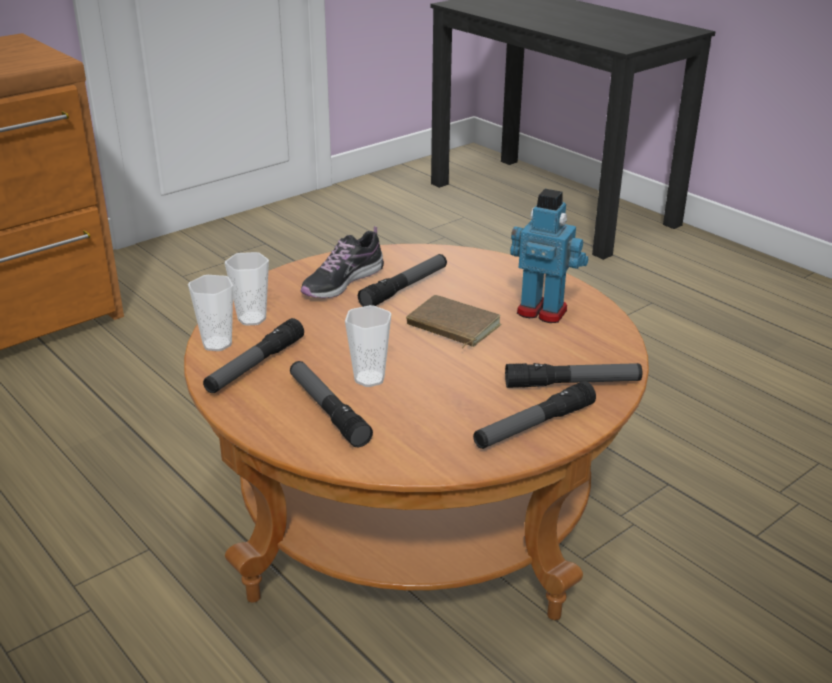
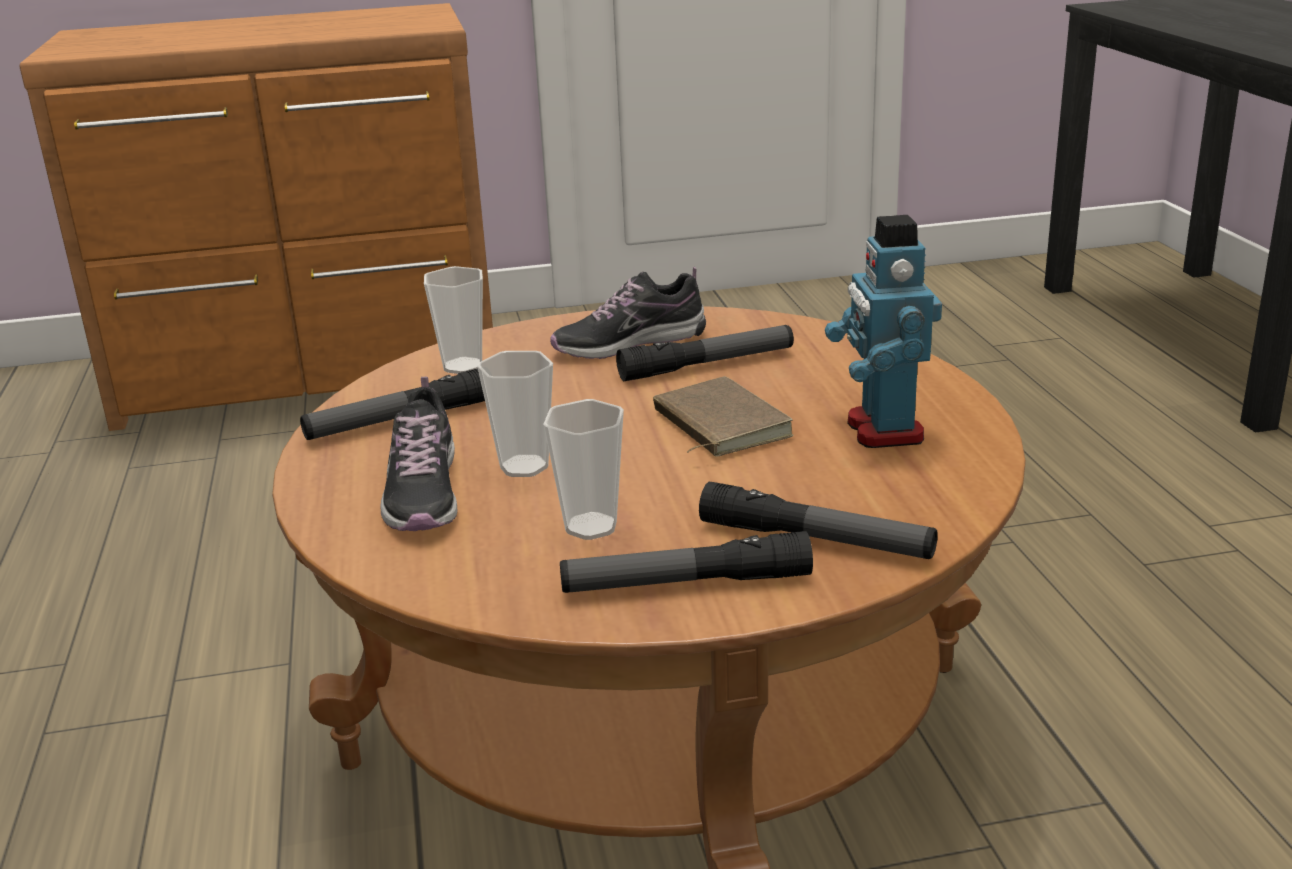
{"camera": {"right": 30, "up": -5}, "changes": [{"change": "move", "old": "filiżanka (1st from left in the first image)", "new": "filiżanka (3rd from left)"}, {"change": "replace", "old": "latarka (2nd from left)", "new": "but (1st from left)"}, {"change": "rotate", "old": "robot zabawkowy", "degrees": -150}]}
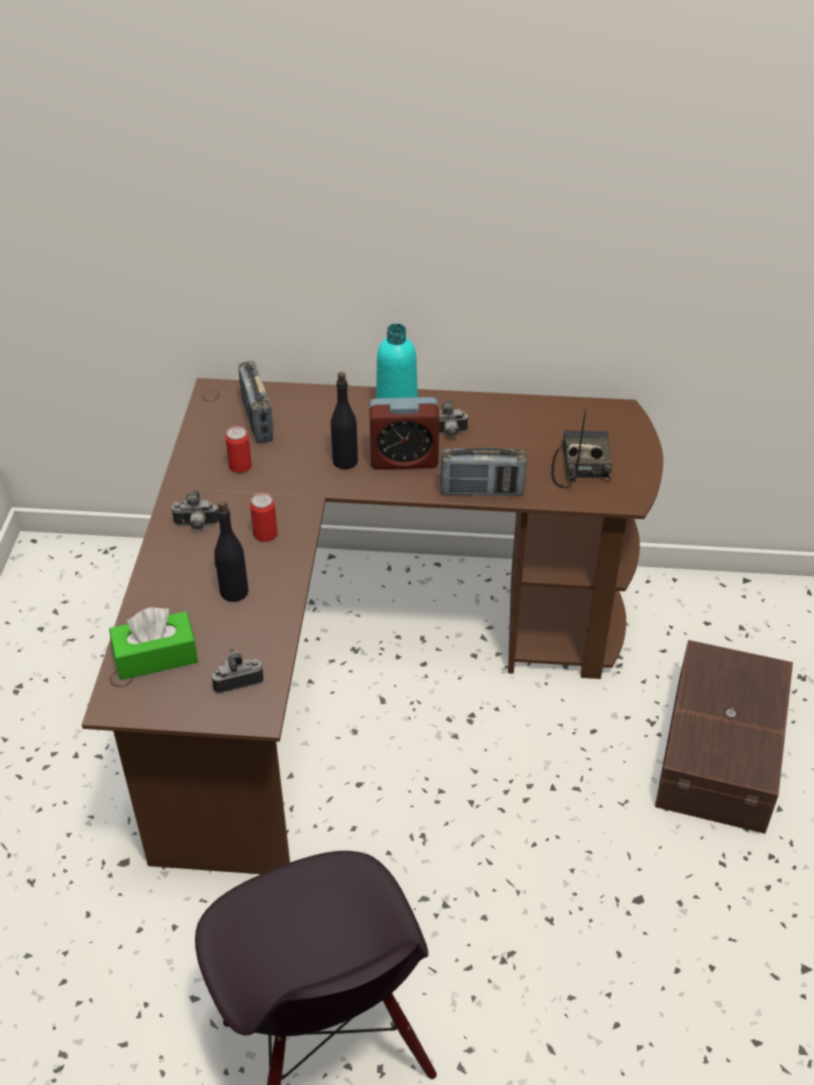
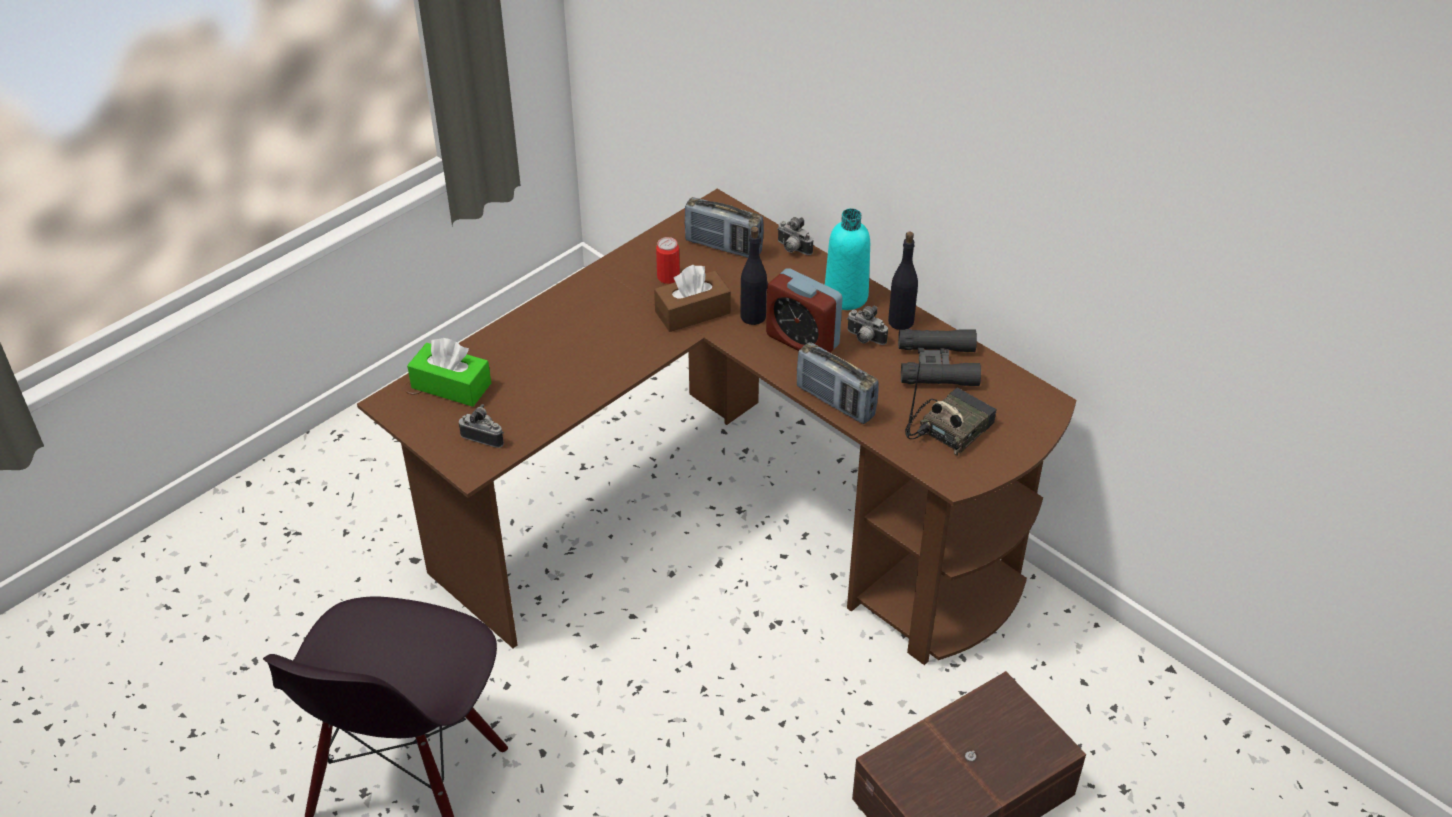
{"camera": {"right": 40, "up": 0}, "changes": [{"change": "move", "old": "aparat fotograficzny (1st from left in the first image)", "new": "aparat fotograficzny (2nd from left)"}, {"change": "move", "old": "butelka/czarny (1st from left in the first image)", "new": "butelka/czarny (2nd from left)"}, {"change": "rotate", "old": "radio (1st from left)", "degrees": -90}, {"change": "delete", "old": "puszka (2nd from left)"}, {"change": "insert", "new": "pudełko chusteczek/brązowy"}, {"change": "insert", "new": "lornetka/czarny"}]}
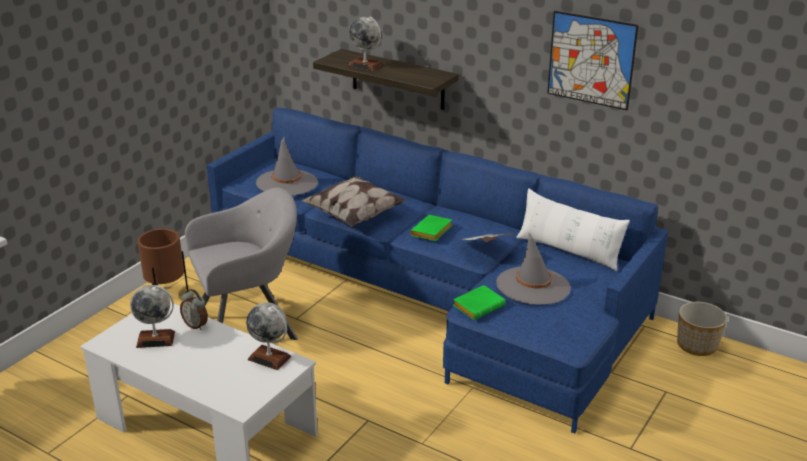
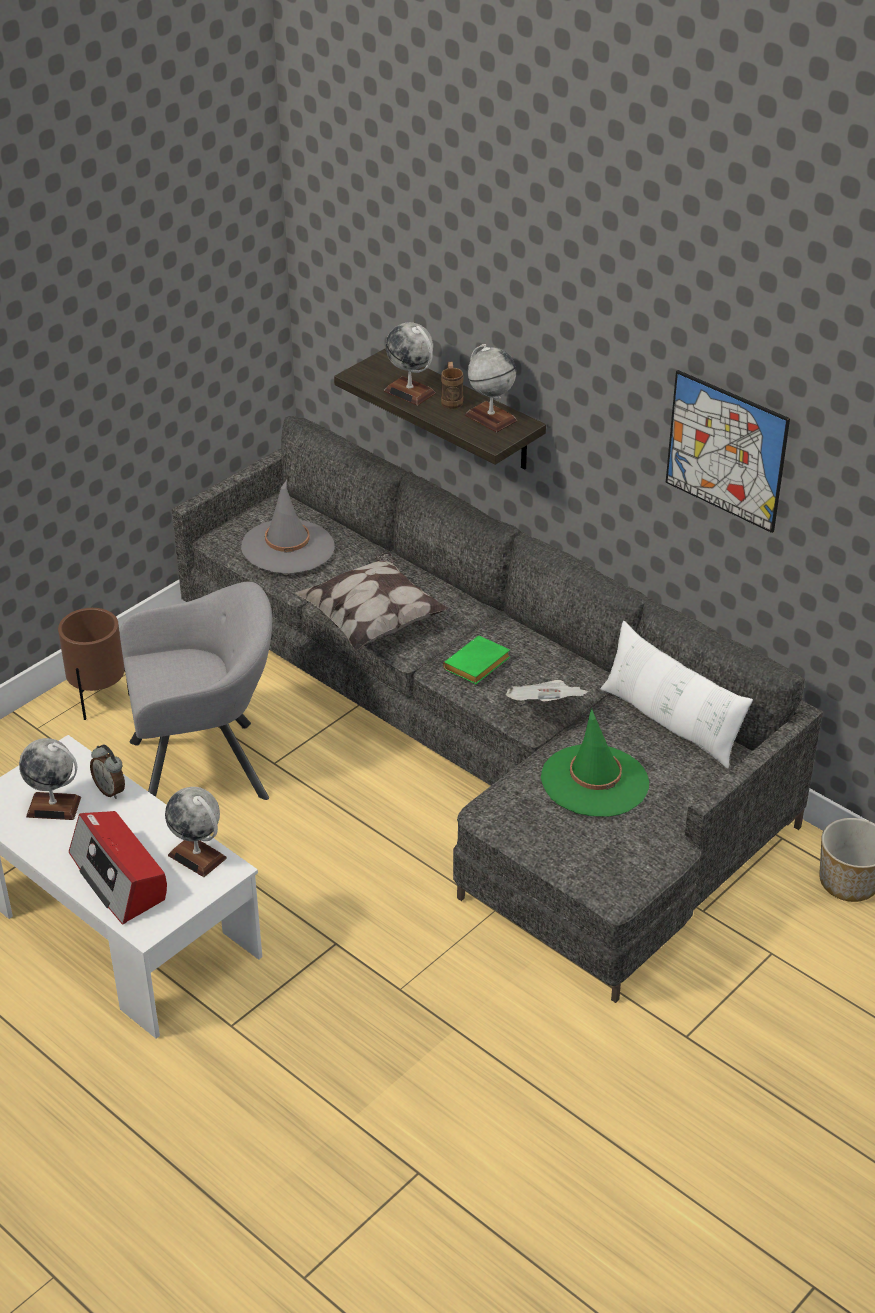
{"camera": {"right": 10, "up": 10}, "changes": [{"change": "recolor", "old": "kanapa/niebieski", "new": "kanapa/szary"}, {"change": "delete", "old": "książka/zielony (2nd from left)"}, {"change": "recolor", "old": "kapelusz/szary (2nd from left)", "new": "kapelusz/zielony"}, {"change": "insert", "new": "radio"}, {"change": "insert", "new": "kubek/brązowy"}, {"change": "insert", "new": "globus (4th from left)"}]}
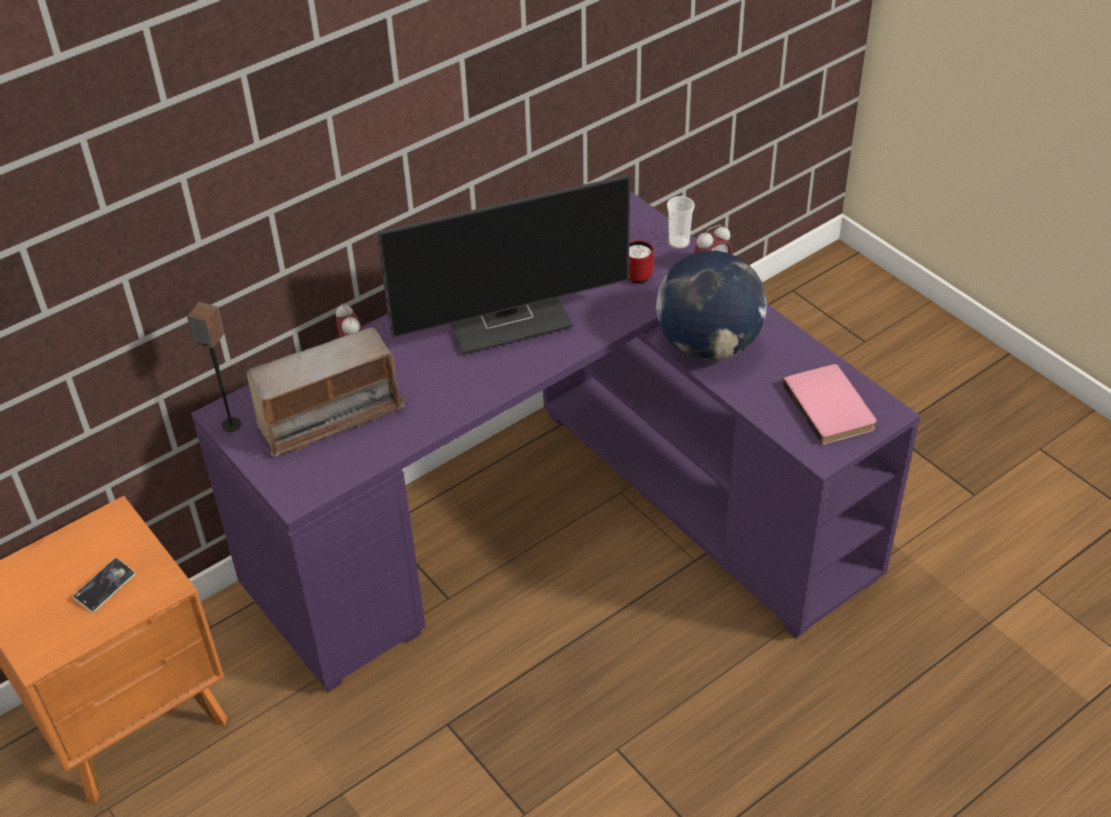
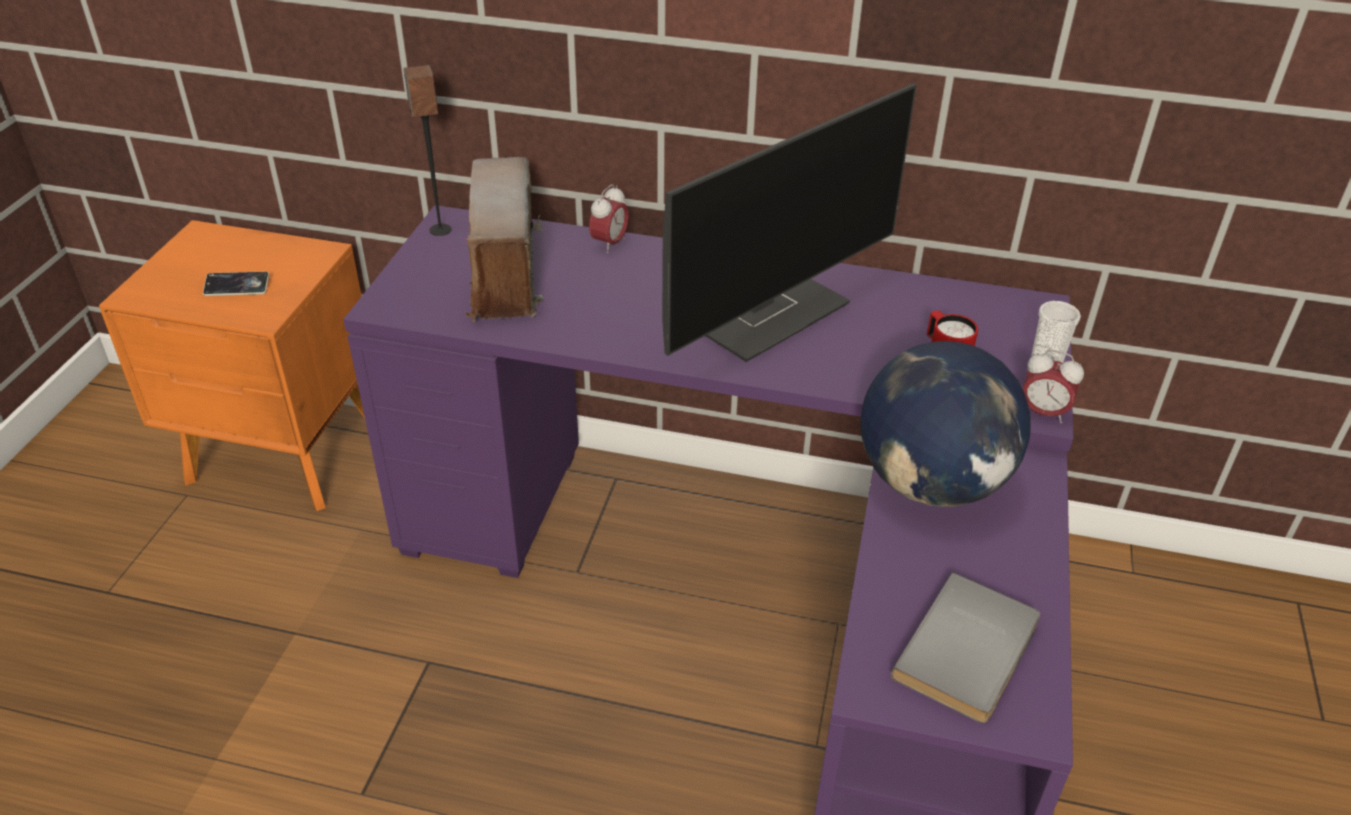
{"camera": {"right": 50, "up": -5}, "changes": [{"change": "rotate", "old": "radio", "degrees": 60}, {"change": "rotate", "old": "monitor", "degrees": -75}, {"change": "recolor", "old": "książka/różowy", "new": "książka/szary"}]}
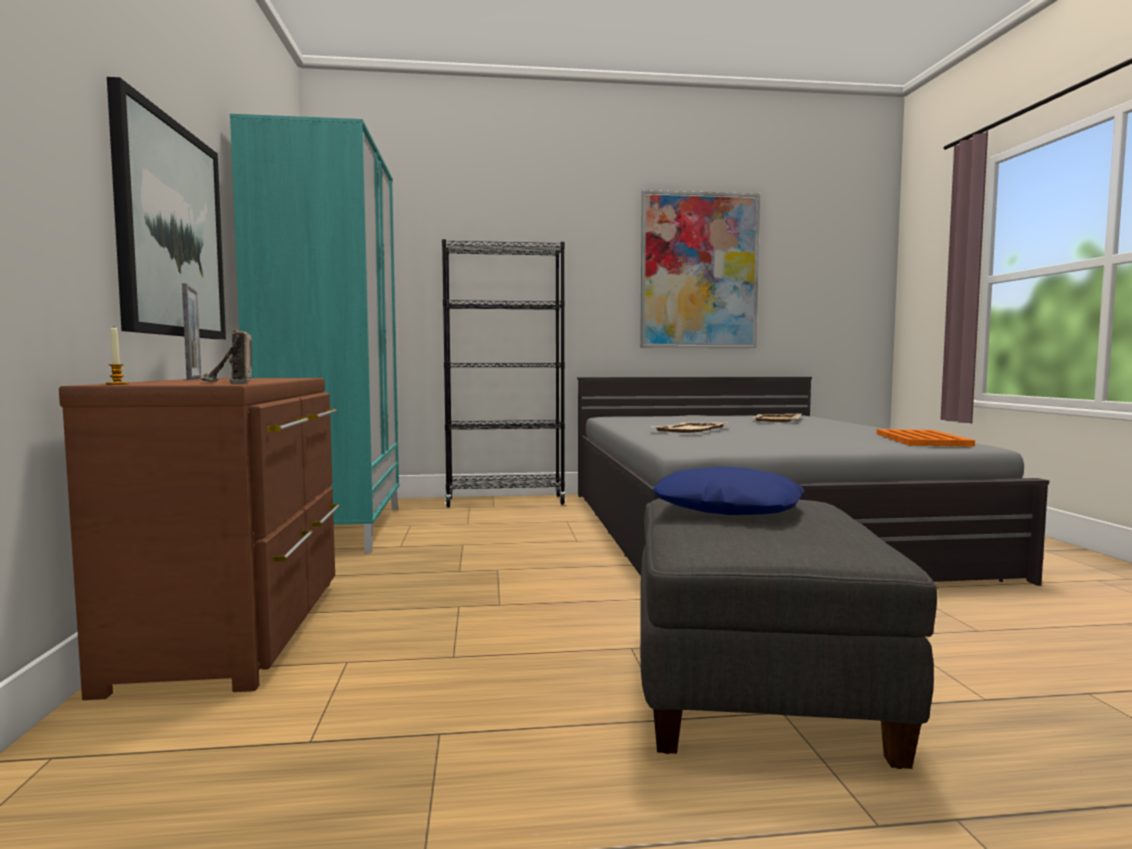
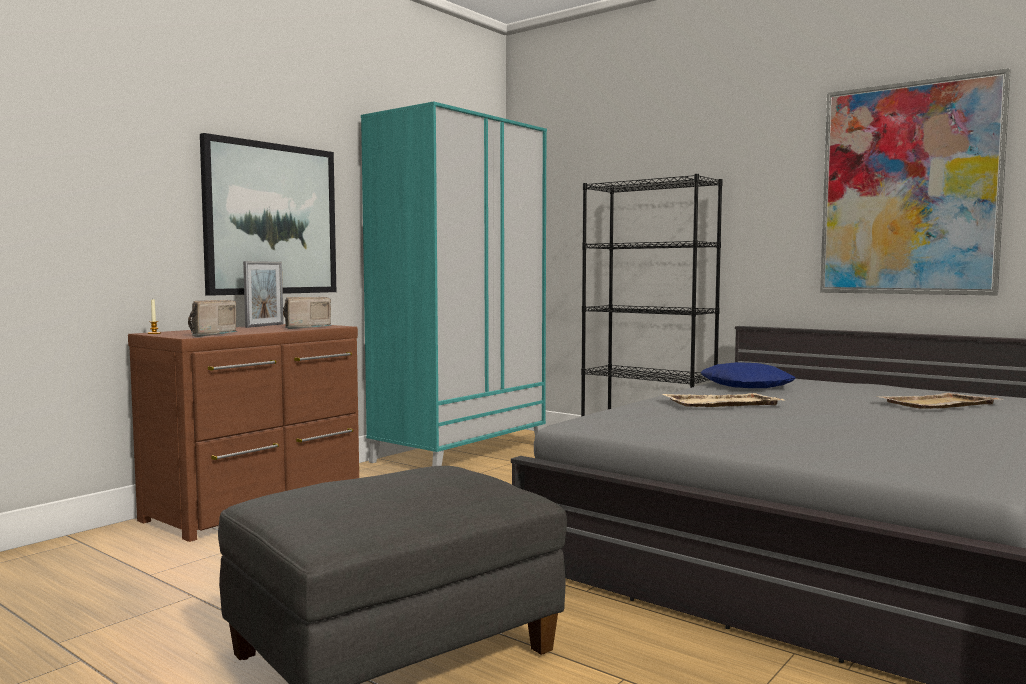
{"camera": {"right": 45, "up": 0}, "changes": [{"change": "move", "old": "poduszka/niebieski"}, {"change": "delete", "old": "taca/pomarańczowy"}, {"change": "insert", "new": "radio (2nd from left)"}]}
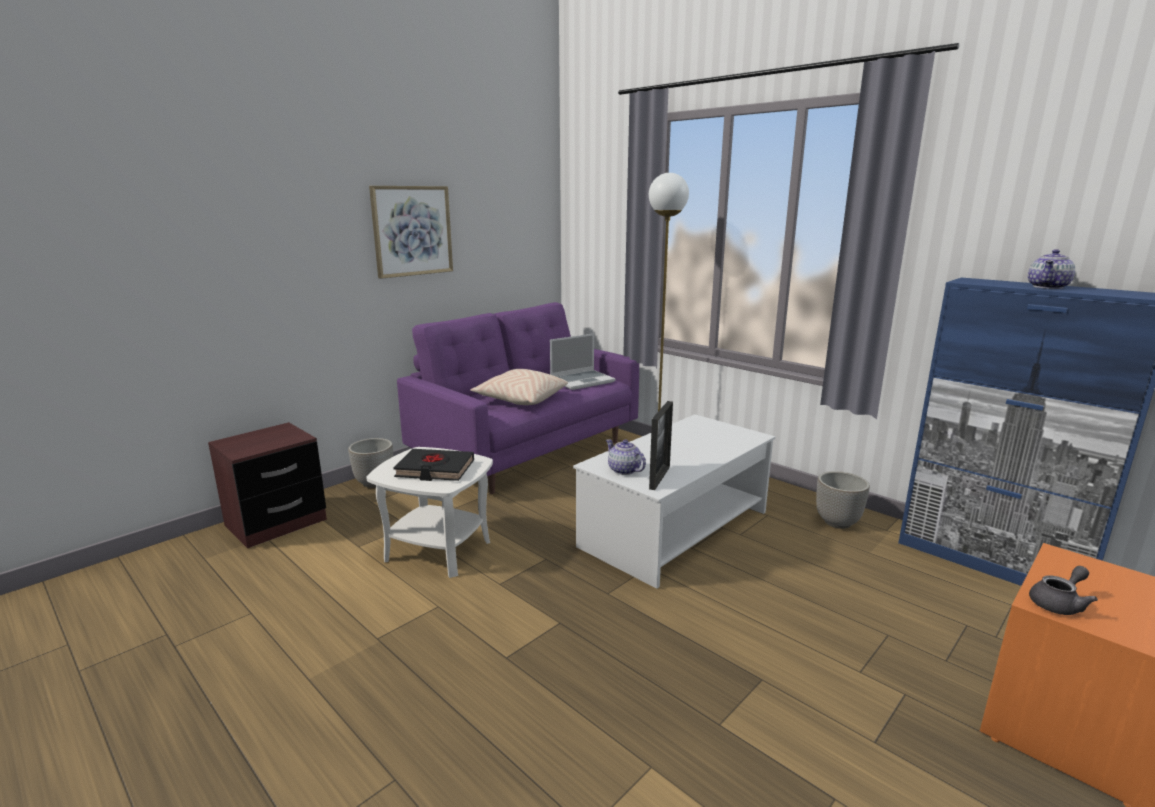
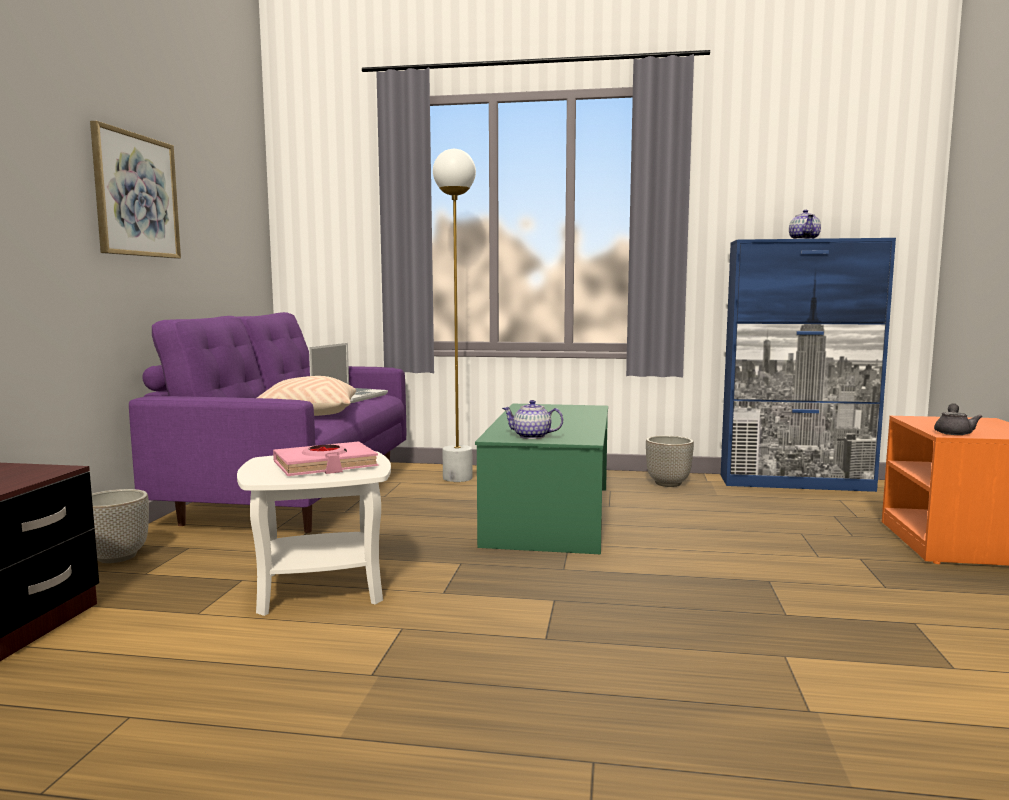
{"camera": {"right": -35, "up": -10}, "changes": [{"change": "recolor", "old": "książka/czarny", "new": "książka/różowy"}, {"change": "recolor", "old": "ława/biały", "new": "ława/zielony"}, {"change": "delete", "old": "ramka na zdjęcie"}]}
